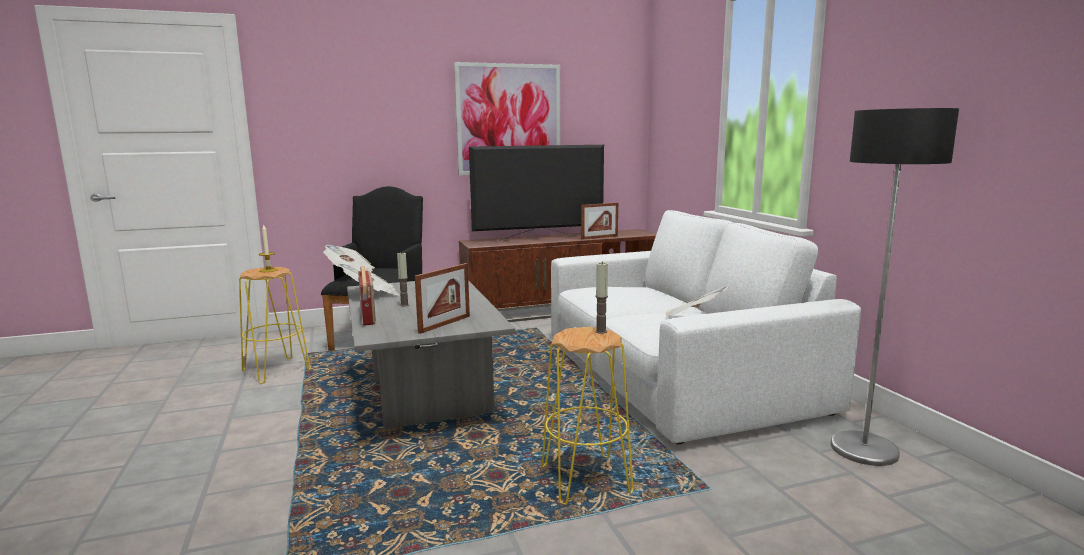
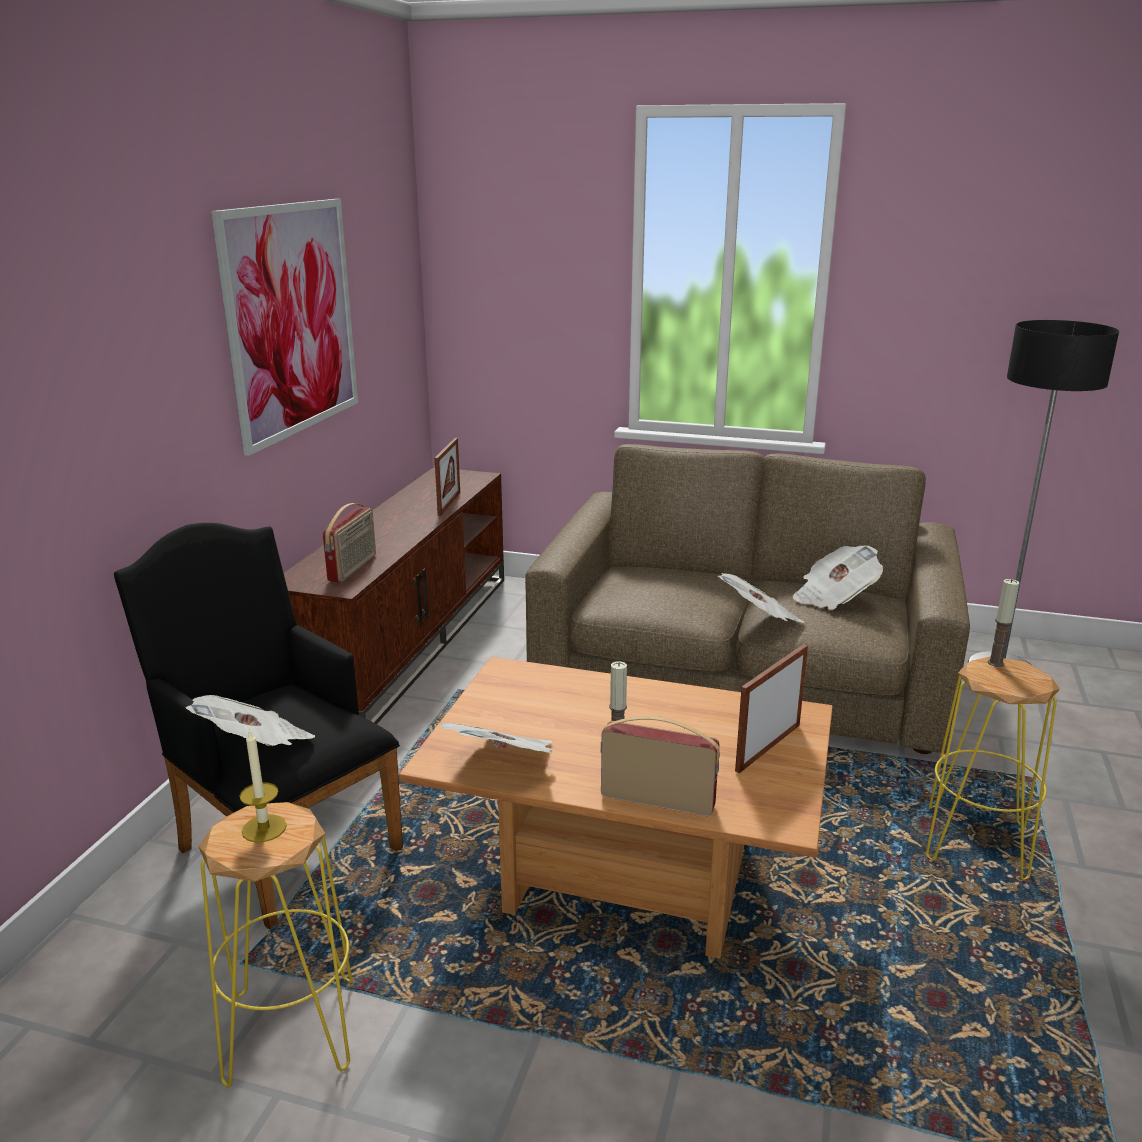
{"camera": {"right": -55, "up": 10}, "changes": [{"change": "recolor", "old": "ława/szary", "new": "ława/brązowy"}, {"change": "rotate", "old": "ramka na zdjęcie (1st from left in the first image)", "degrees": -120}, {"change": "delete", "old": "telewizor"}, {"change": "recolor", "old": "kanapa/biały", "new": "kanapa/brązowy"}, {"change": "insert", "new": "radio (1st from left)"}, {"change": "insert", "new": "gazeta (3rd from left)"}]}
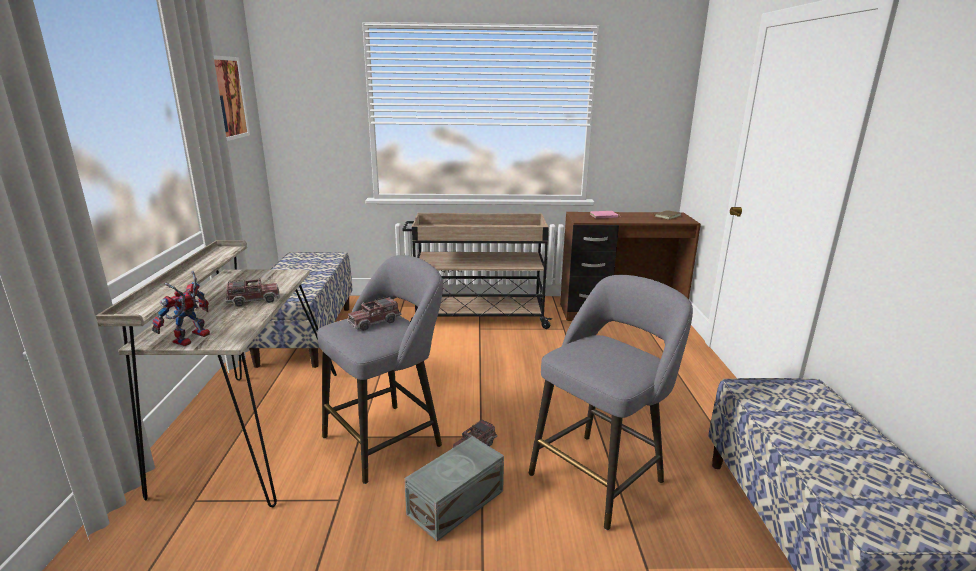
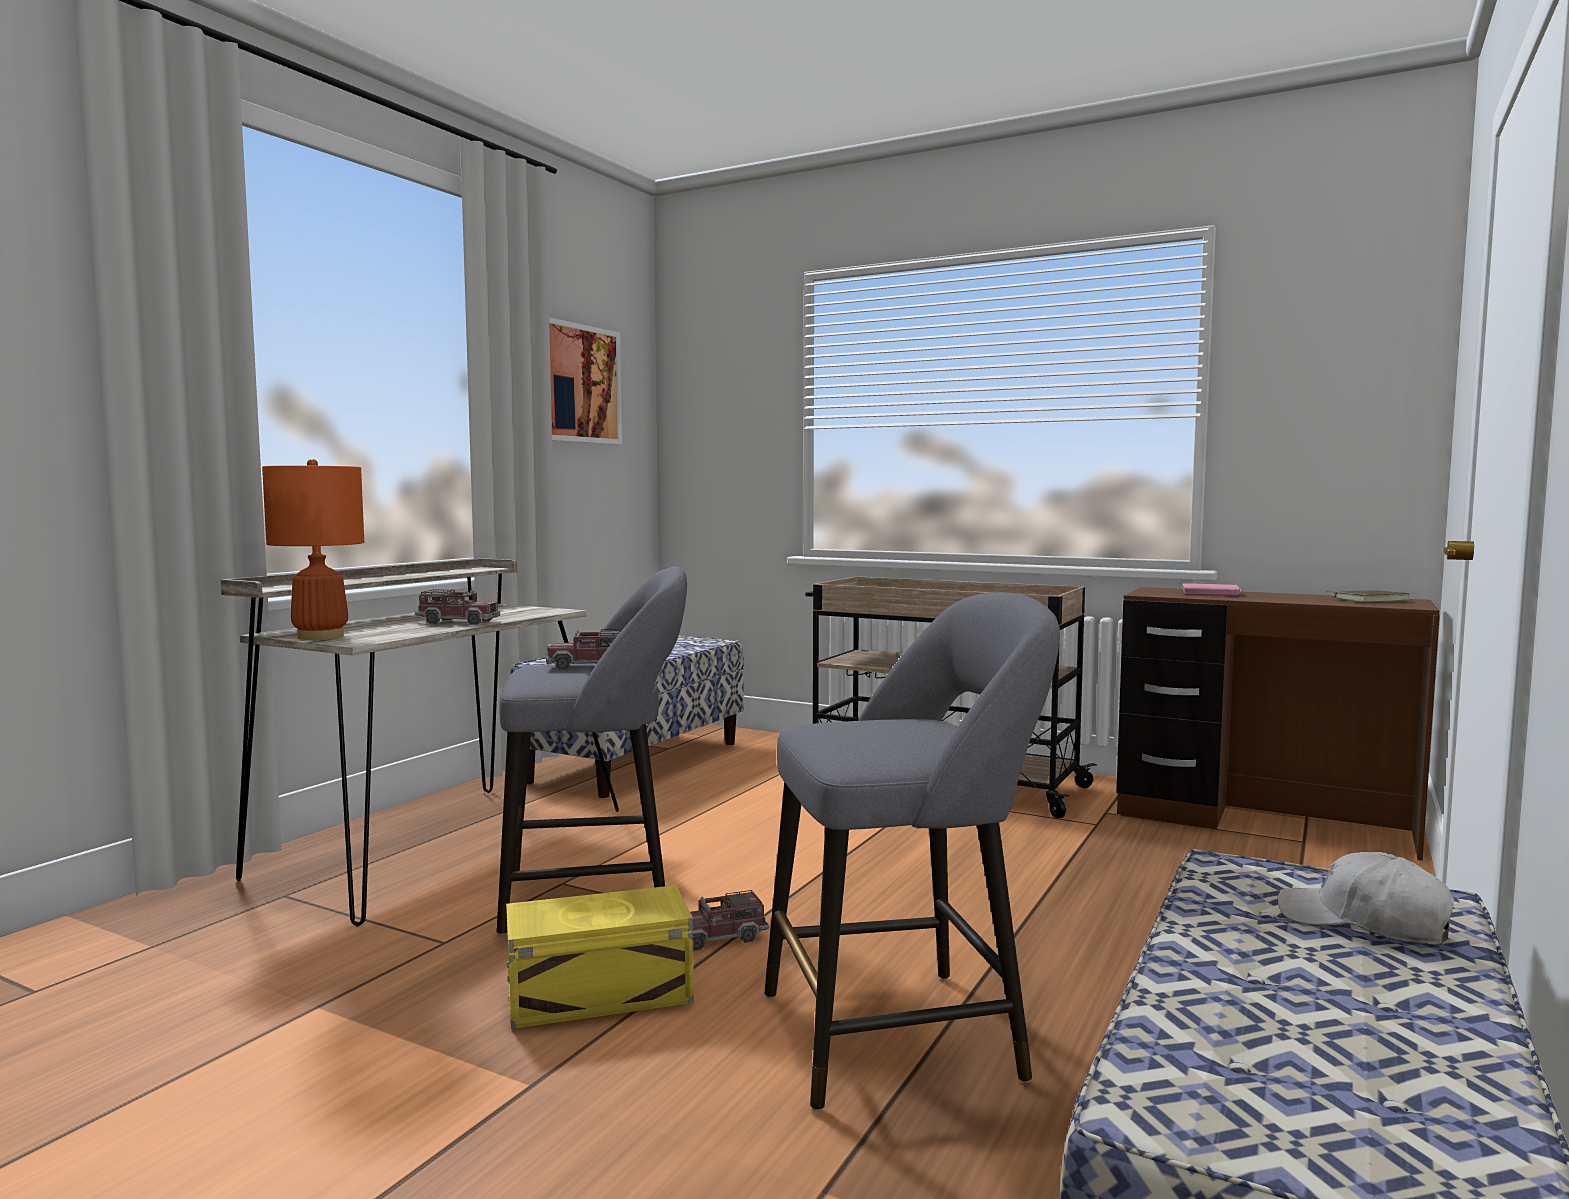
{"camera": {"right": 30, "up": -15}, "changes": [{"change": "replace", "old": "robot zabawkowy", "new": "lampa stołowa/pomarańczowy"}, {"change": "recolor", "old": "pojemnik do przechowywania/szary", "new": "pojemnik do przechowywania/żółty"}, {"change": "insert", "new": "czapka z daszkiem/biały"}]}
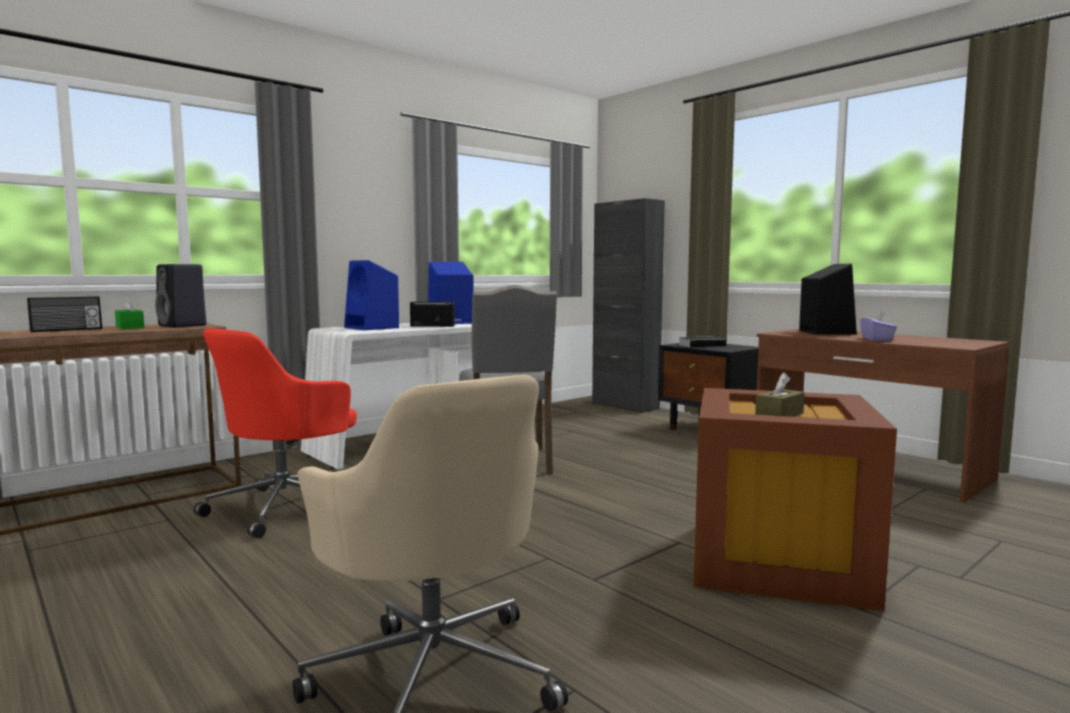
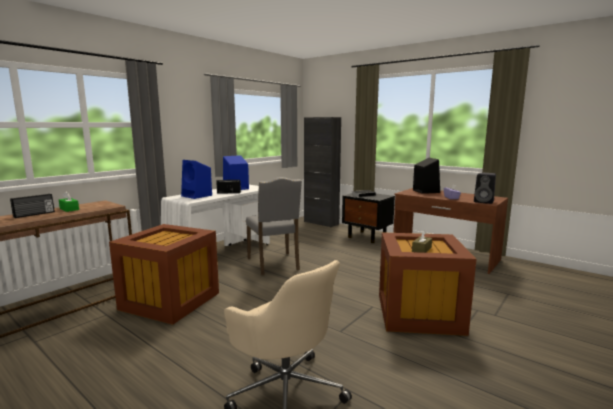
{"camera": {"right": -10, "up": 5}, "changes": [{"change": "move", "old": "głośnik/czarny (1st from left in the first image)", "new": "głośnik/czarny (2nd from left)"}, {"change": "replace", "old": "krzesło biurowe/czerwony", "new": "pojemnik do przechowywania/brązowy (1st from left)"}]}
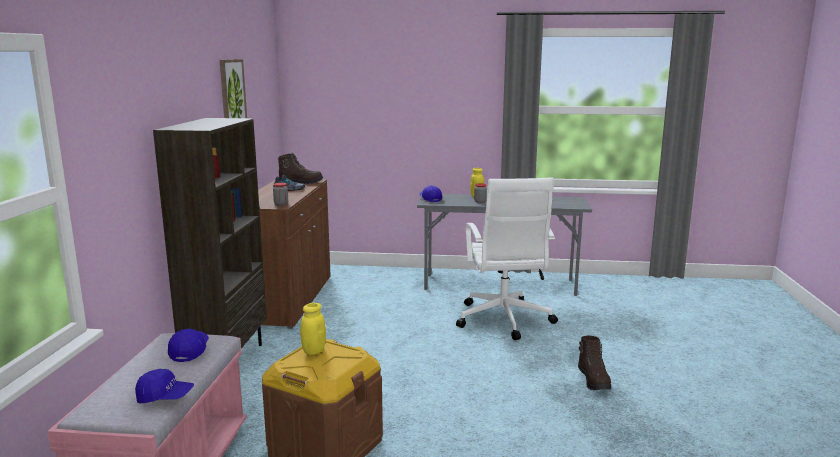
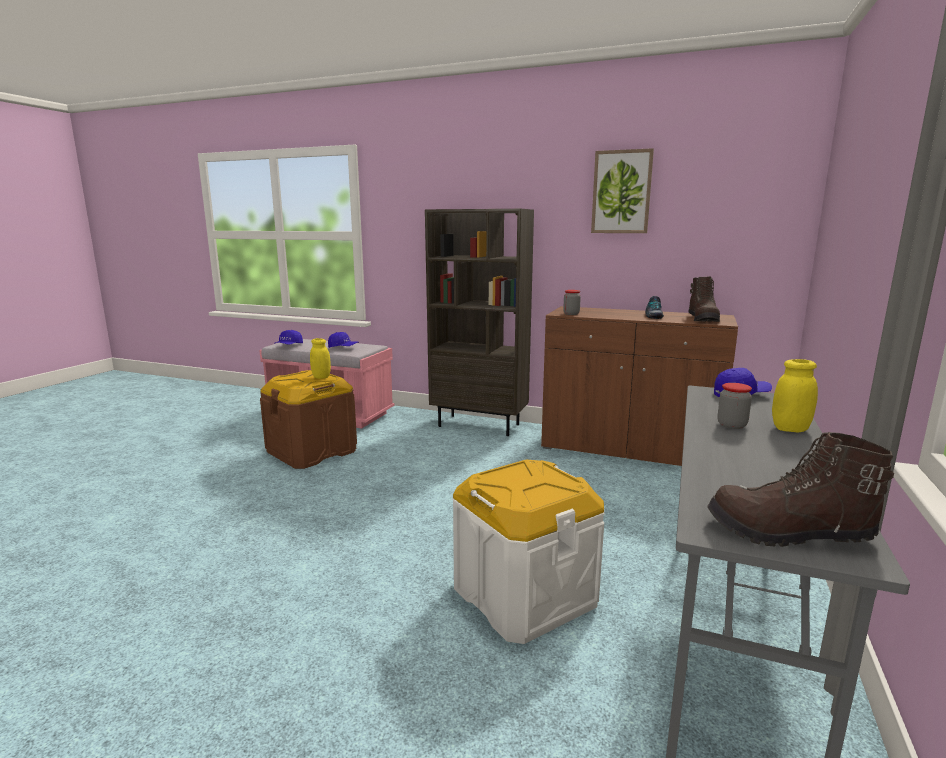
{"camera": {"right": 105, "up": 0}, "changes": [{"change": "replace", "old": "krzesło biurowe/biały", "new": "pojemnik do przechowywania/biały"}, {"change": "move", "old": "but z cholewką/brązowy (2nd from left)"}]}
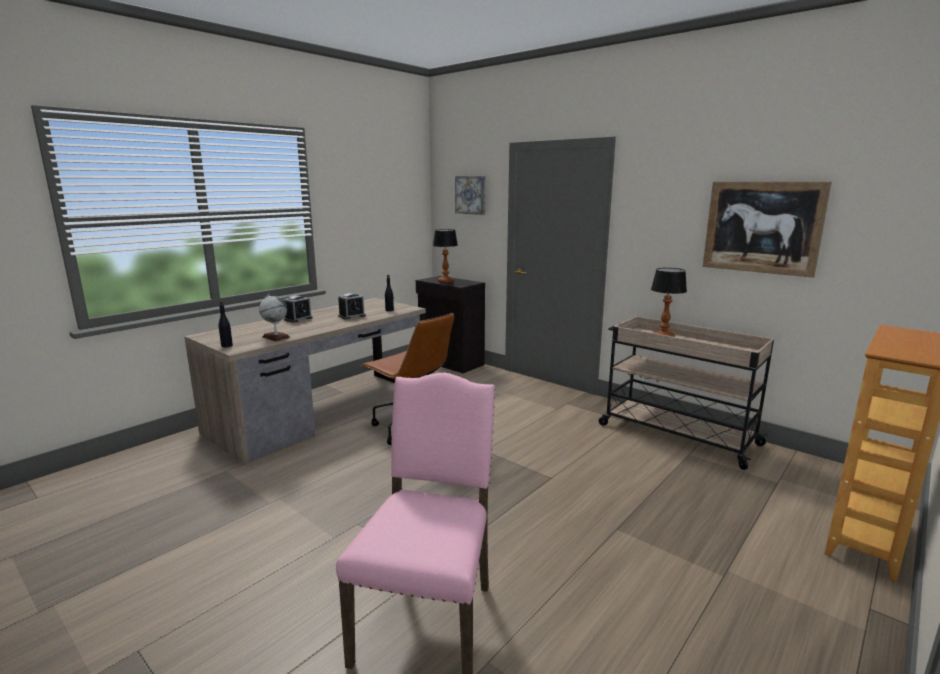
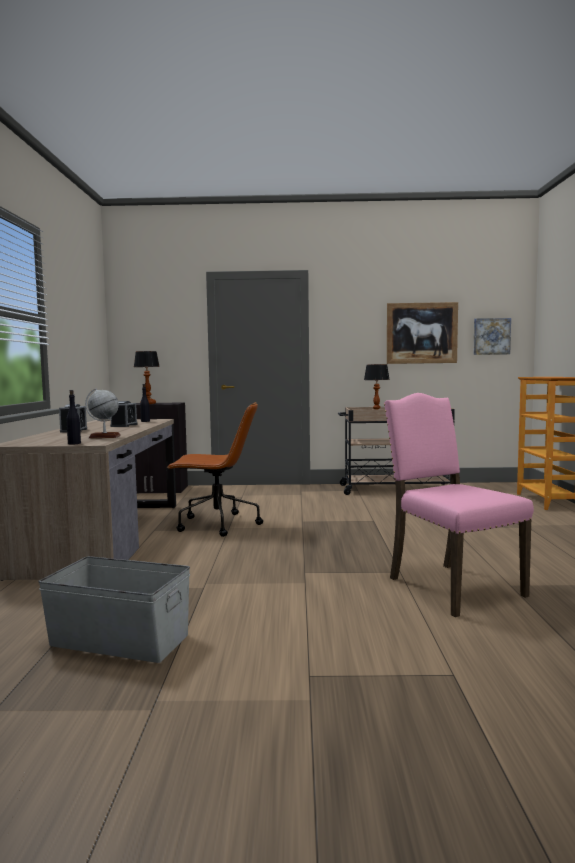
{"camera": {"right": -40, "up": -10}, "changes": [{"change": "move", "old": "obraz (1st from left in the first image)", "new": "obraz (2nd from left)"}, {"change": "insert", "new": "pojemnik do przechowywania/szary"}]}
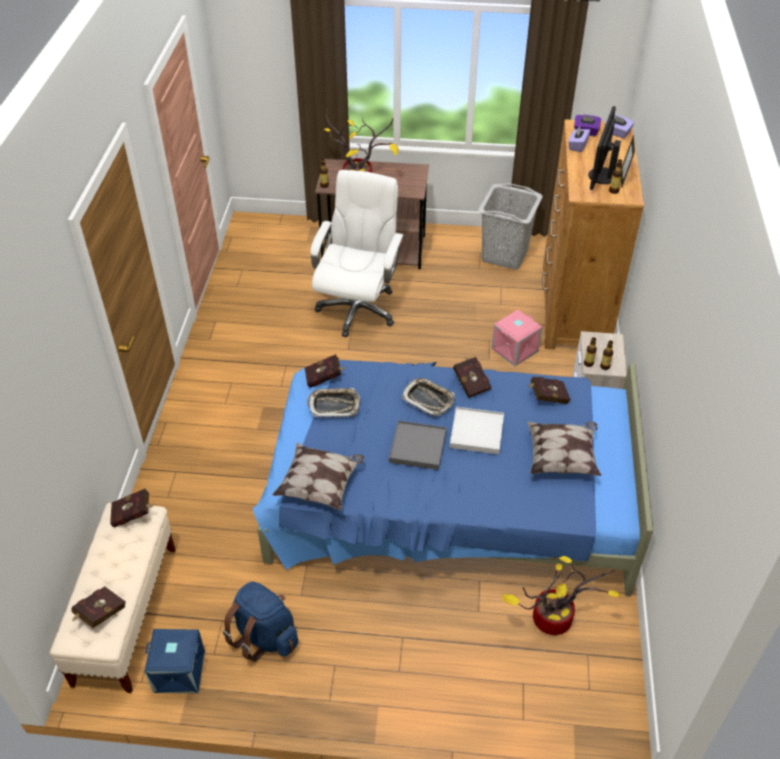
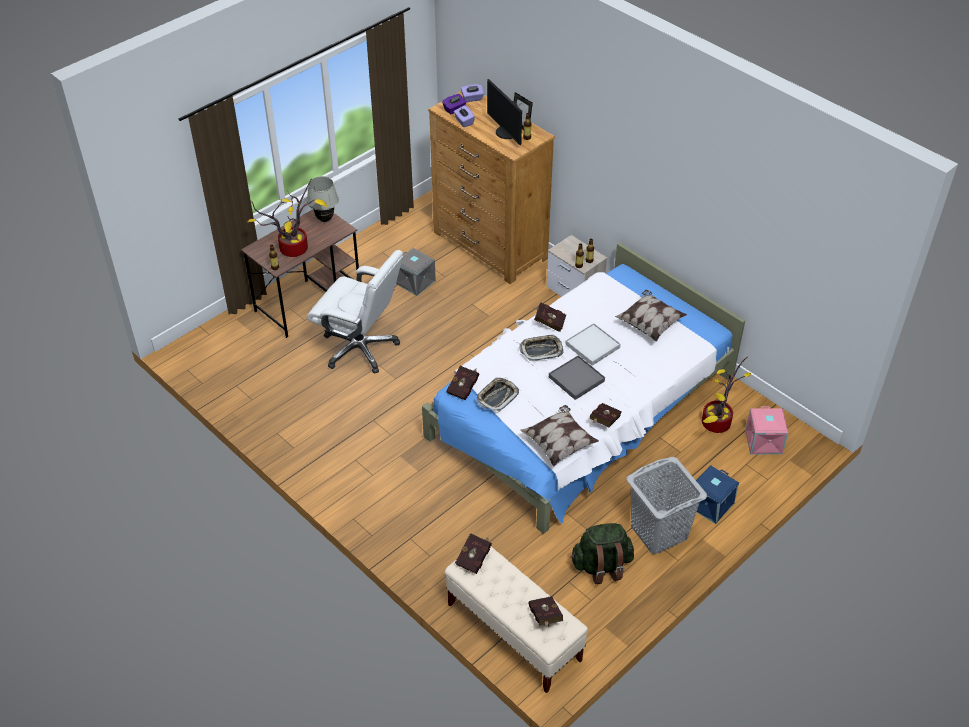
{"camera": {"right": -50, "up": 0}, "changes": [{"change": "move", "old": "pojemnik do przechowywania/niebieski"}, {"change": "recolor", "old": "plecak/niebieski", "new": "plecak/zielony"}, {"change": "recolor", "old": "łóżko/niebieski", "new": "łóżko/biały"}, {"change": "rotate", "old": "krzesło biurowe/biały", "degrees": 150}, {"change": "move", "old": "kosz na pranie/szary"}, {"change": "move", "old": "pojemnik do przechowywania/różowy"}, {"change": "move", "old": "książka/czerwony (5th from left)"}, {"change": "insert", "new": "lampa stołowa/biały"}, {"change": "insert", "new": "pojemnik do przechowywania/szary"}]}
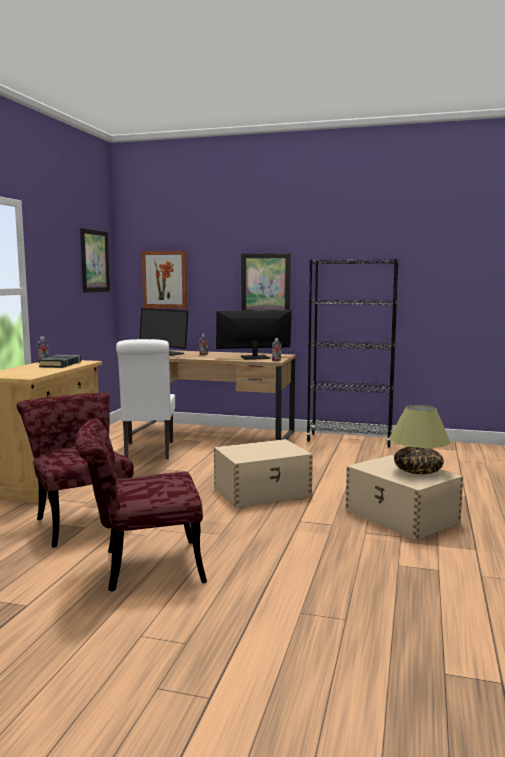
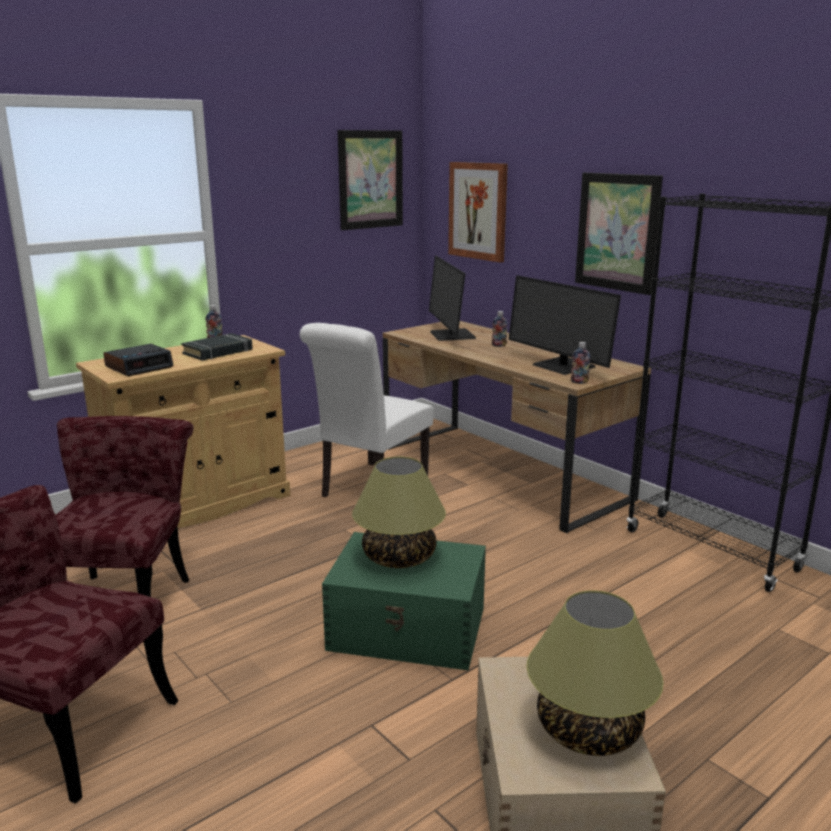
{"camera": {"right": 35, "up": 10}, "changes": [{"change": "recolor", "old": "pojemnik do przechowywania/beżowy (1st from left)", "new": "pojemnik do przechowywania/zielony"}, {"change": "rotate", "old": "monitor (2nd from left)", "degrees": -150}, {"change": "insert", "new": "budzik"}, {"change": "insert", "new": "lampa stołowa (1st from left)"}]}
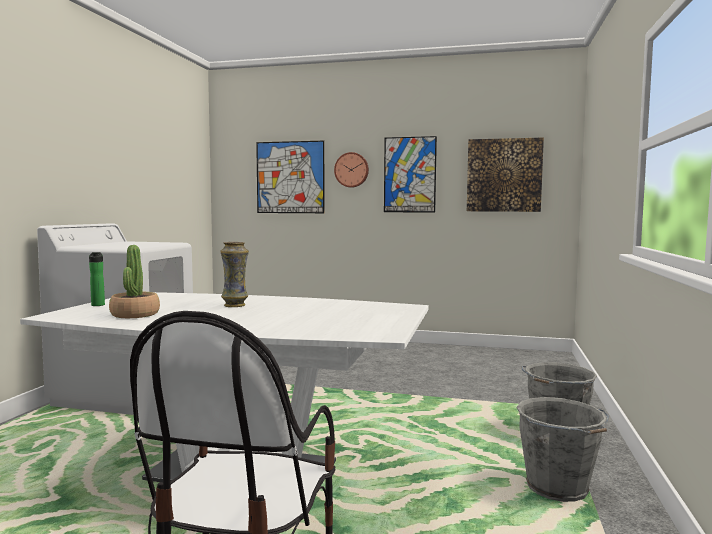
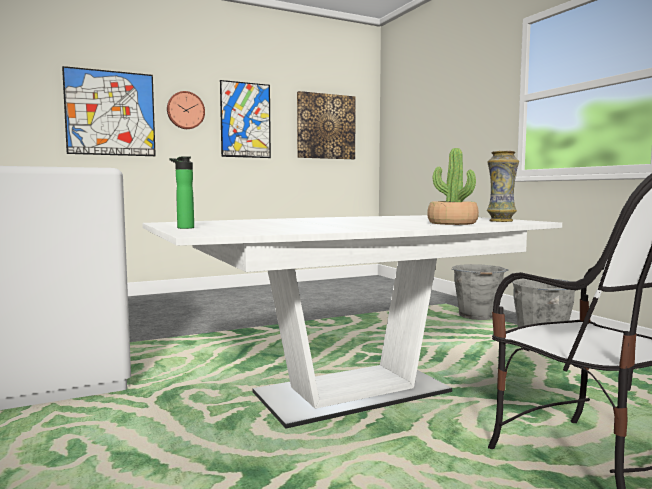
{"camera": {"right": -40, "up": 0}, "changes": [{"change": "move", "old": "roślina doniczkowa"}, {"change": "move", "old": "wazon"}]}
